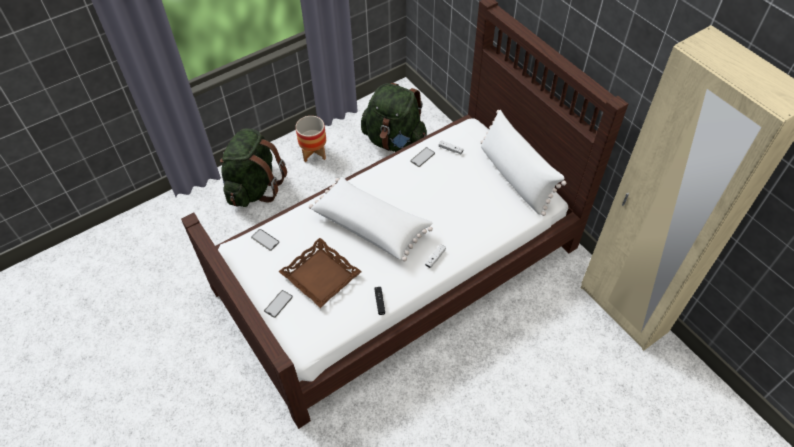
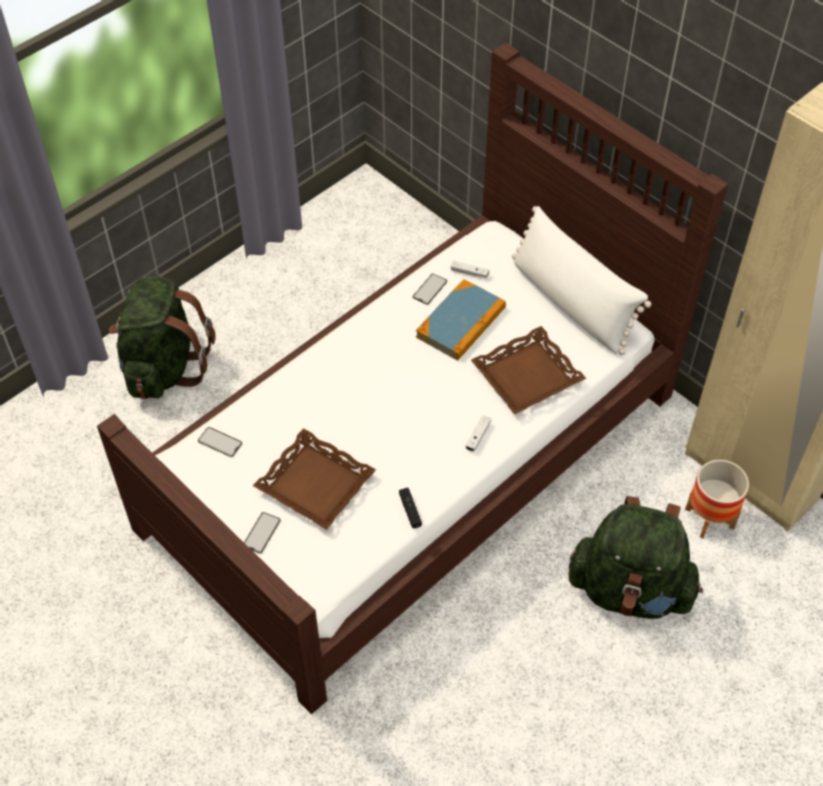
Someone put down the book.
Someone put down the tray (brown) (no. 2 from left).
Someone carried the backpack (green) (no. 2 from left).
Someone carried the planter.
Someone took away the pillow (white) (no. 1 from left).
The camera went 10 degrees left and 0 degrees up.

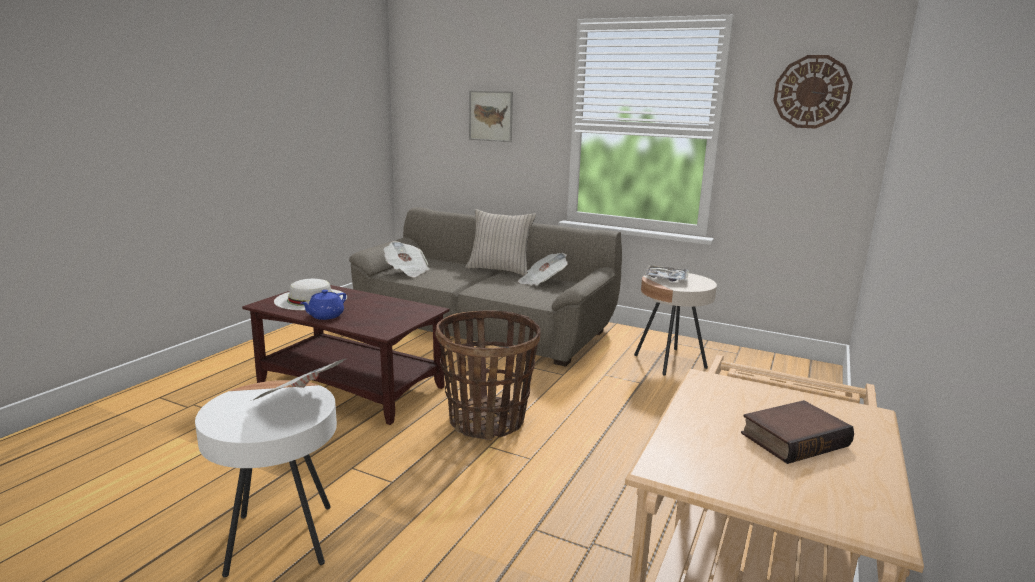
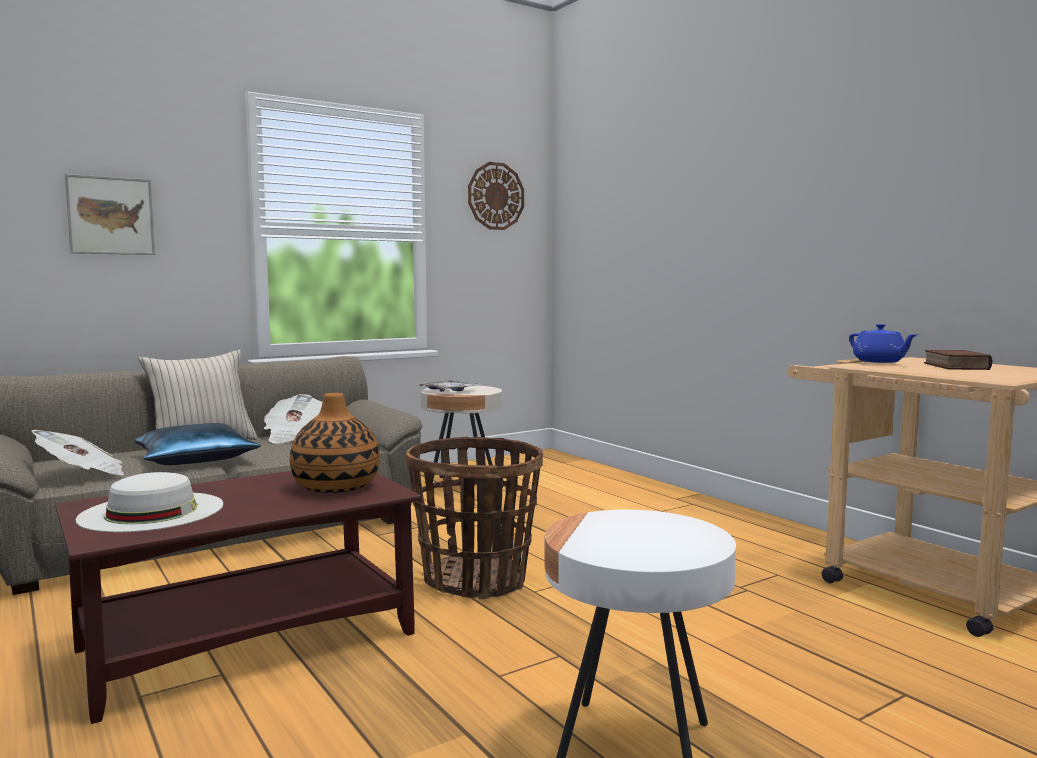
Someone put down the pillow (blue).
Someone put down the vase.
Someone carried the teapot (blue).
Someone took away the newspaper (no. 1 from left).
The camera went 60 degrees left and 10 degrees down.

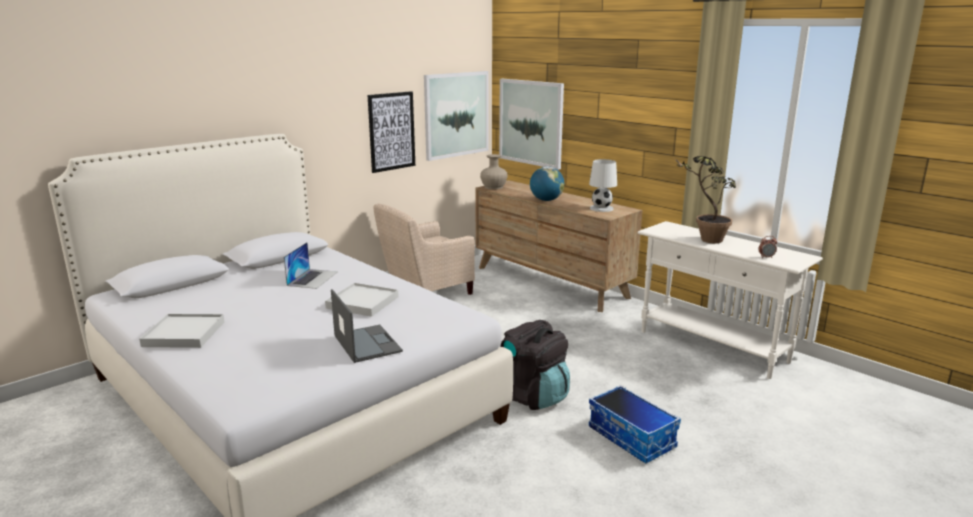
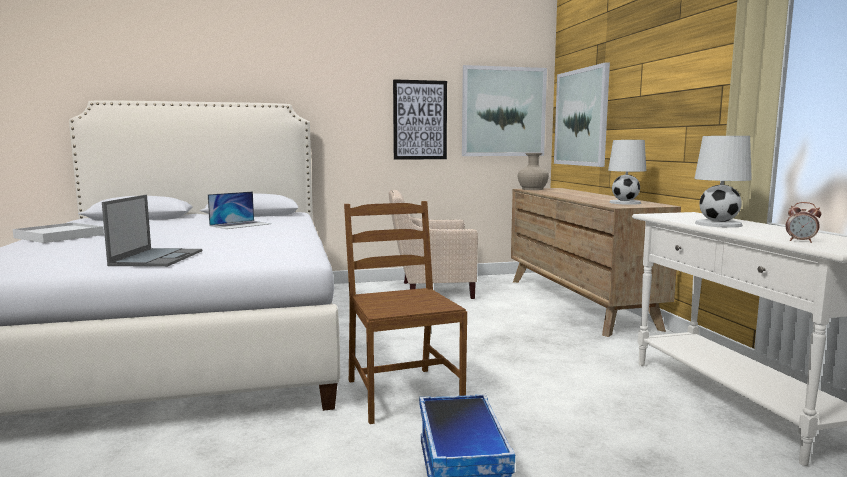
Someone swapped the backpack (black) for the chair (brown).
Someone swapped the potted plant for the table lamp (white) (no. 2 from left).
Someone took away the tray (white) (no. 2 from left).
Someone took away the globe.
The camera went 30 degrees right and 10 degrees down.

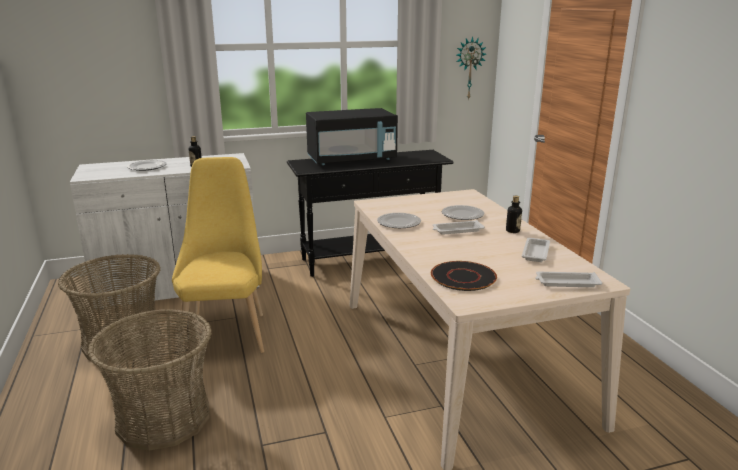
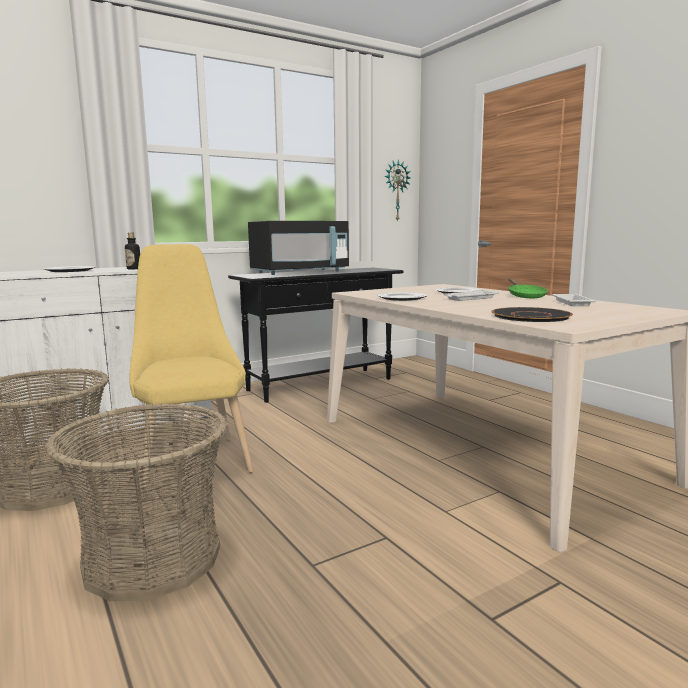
Someone swapped the bottle (no. 2 from left) for the frying pan (green).
Someone took away the tray (white) (no. 3 from left).
The camera went 15 degrees left and 10 degrees down.

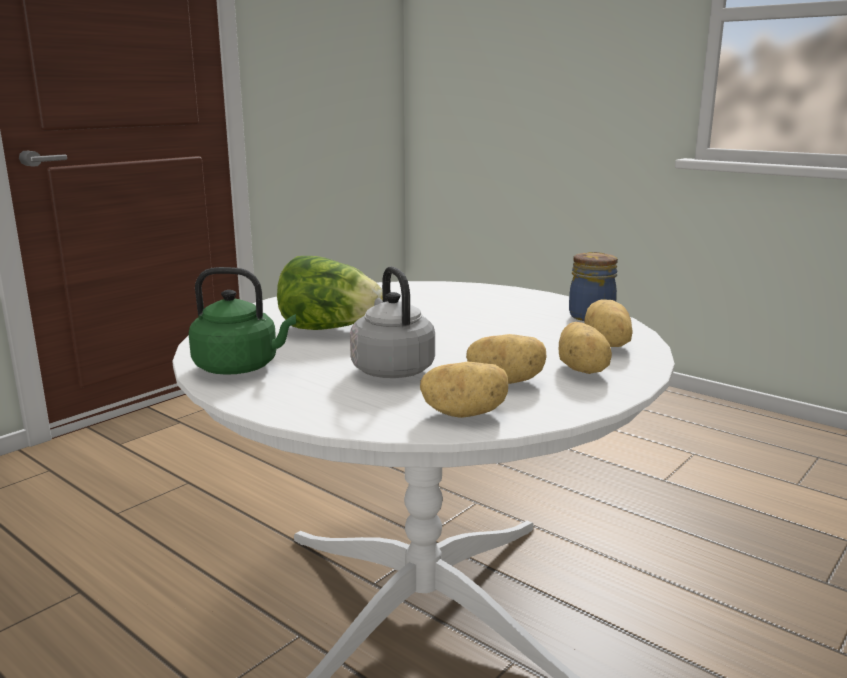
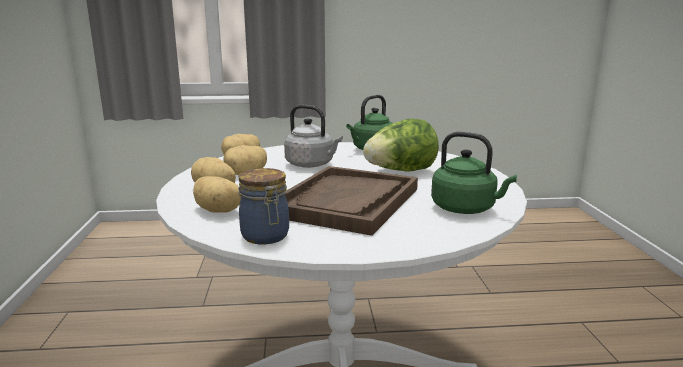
Someone put down the tray (brown).
Someone put down the kettle (green) (no. 2 from left).
The camera went 135 degrees right and 0 degrees up.

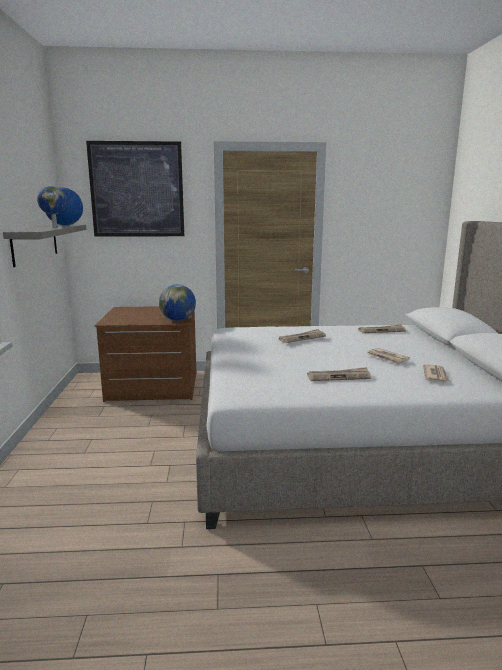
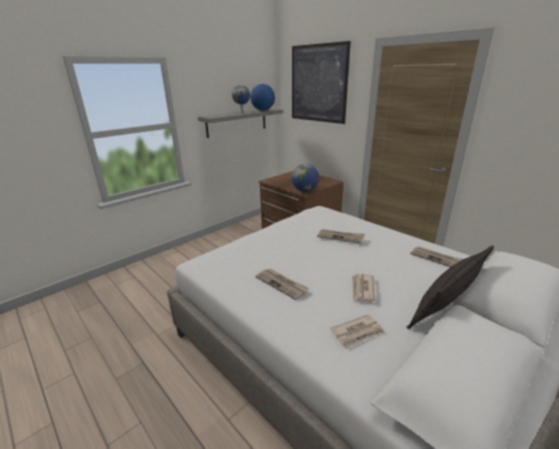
Someone put down the pillow.
The camera went 50 degrees right and 10 degrees up.

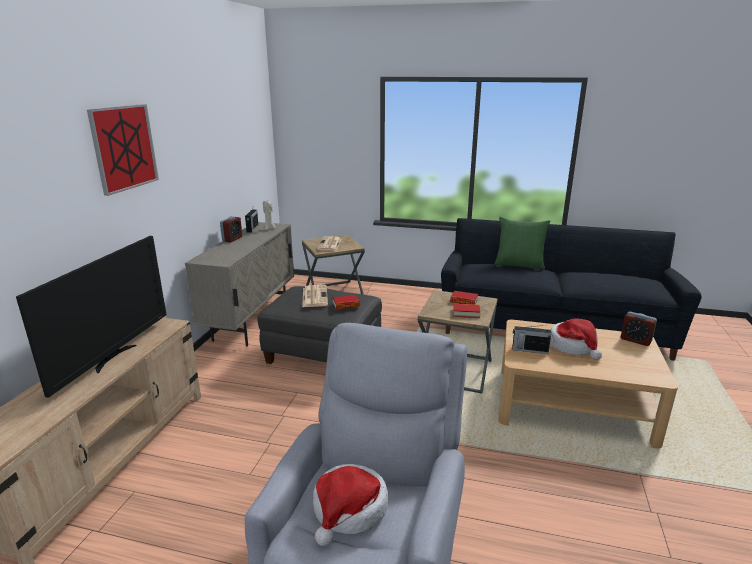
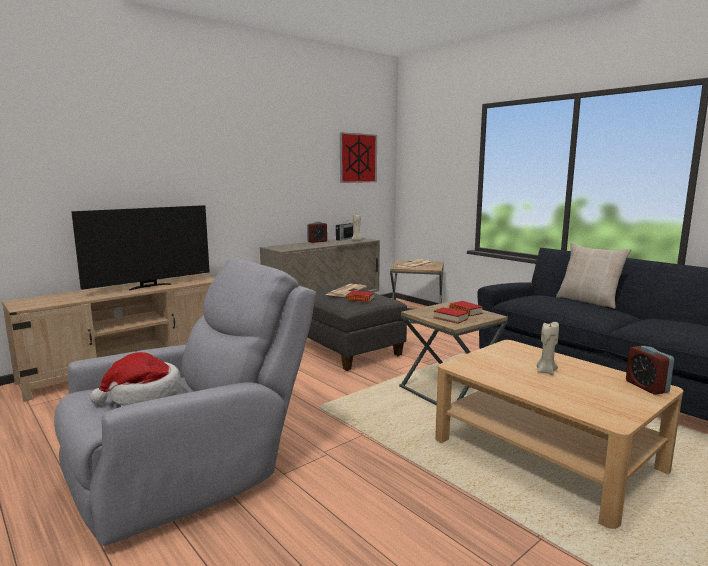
Someone carried the picture.
Someone swapped the hat (no. 2 from left) for the candle (beige) (no. 2 from left).
Someone repainted the pillow (green), which became the pillow (beige).
Someone took away the radio (no. 2 from left).
The camera went 35 degrees right and 10 degrees down.

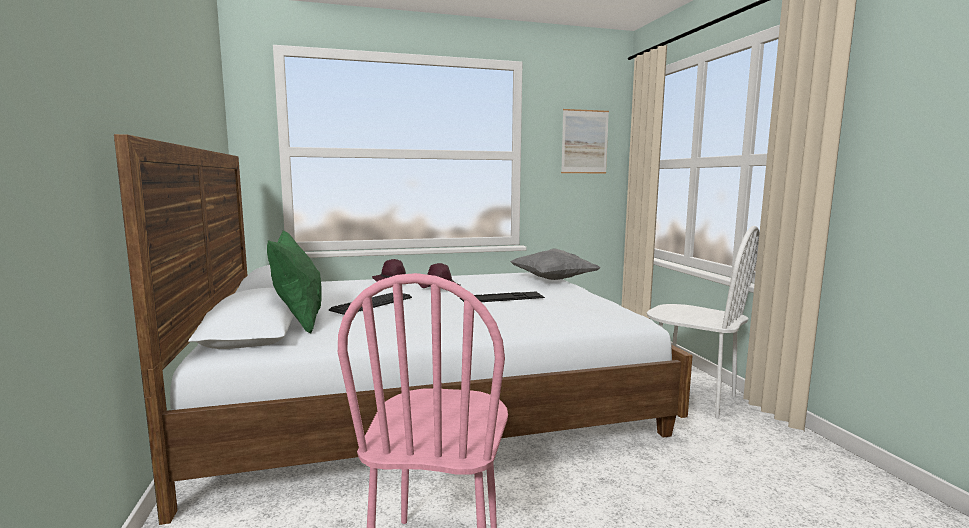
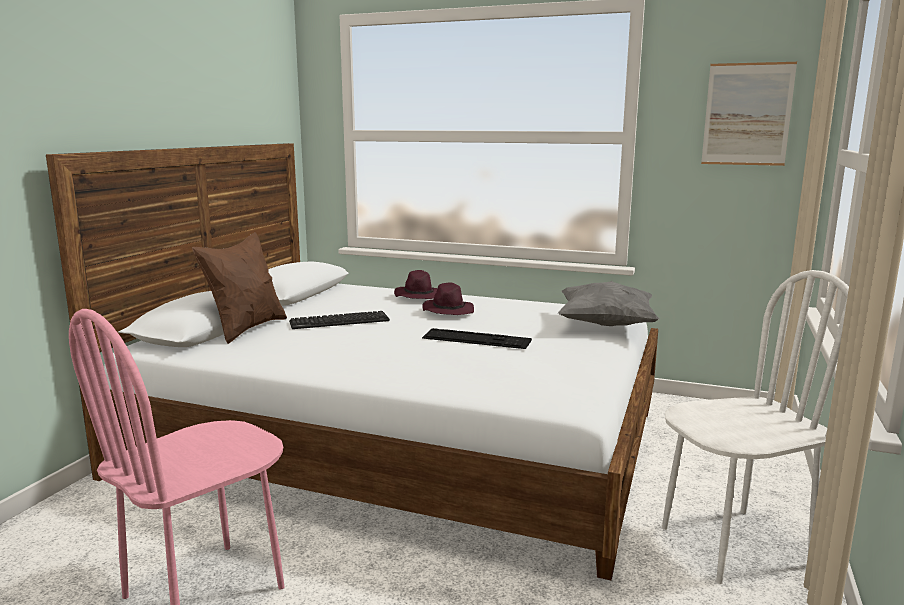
Someone repainted the pillow (green), which became the pillow (brown).
Someone rotated the chair (white) by 90 degrees counterclockwise.
The camera went 35 degrees right and 5 degrees up.

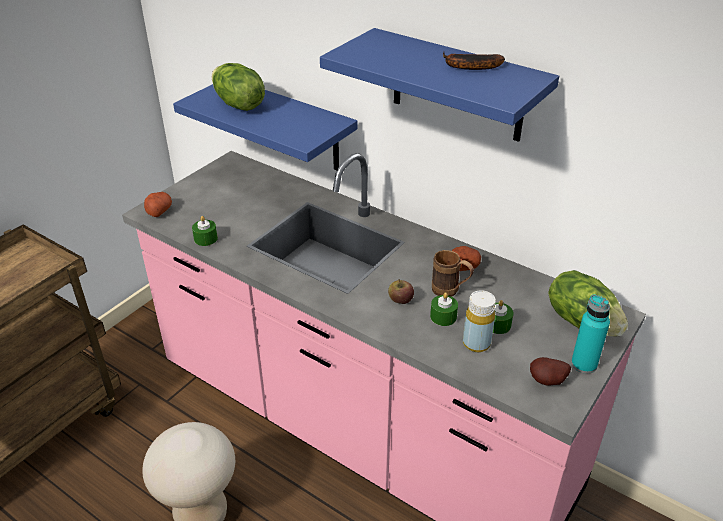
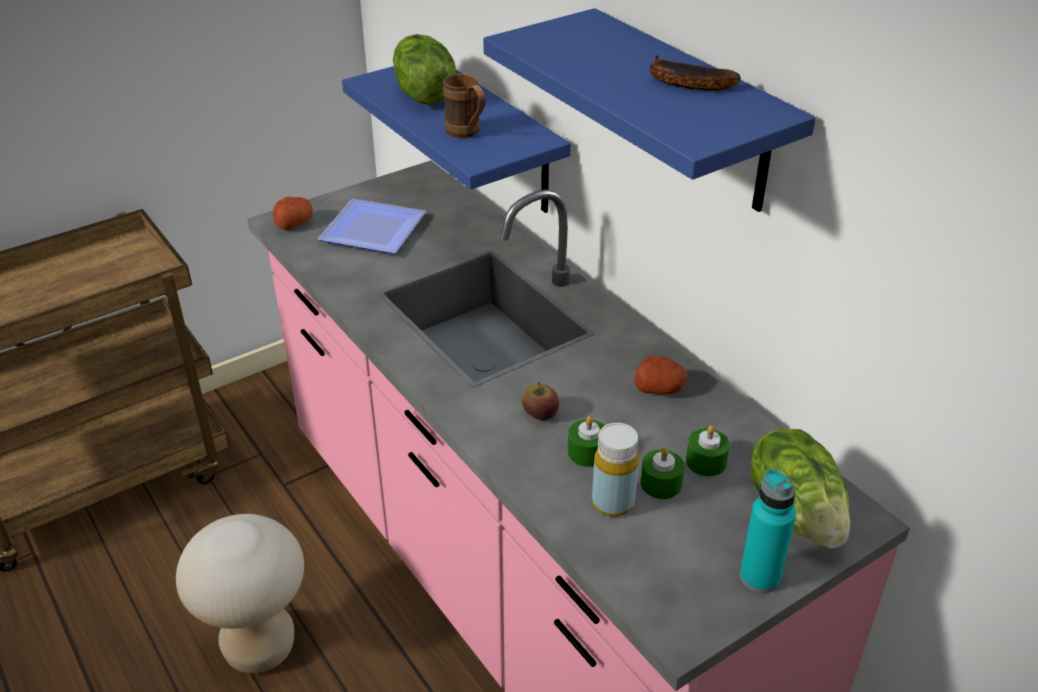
Someone put down the plate.
Someone carried the mug (brown).
Someone carried the candle (green) (no. 1 from left in the first image).
Someone took away the potato (no. 3 from left).
The camera went 20 degrees right and 0 degrees up.

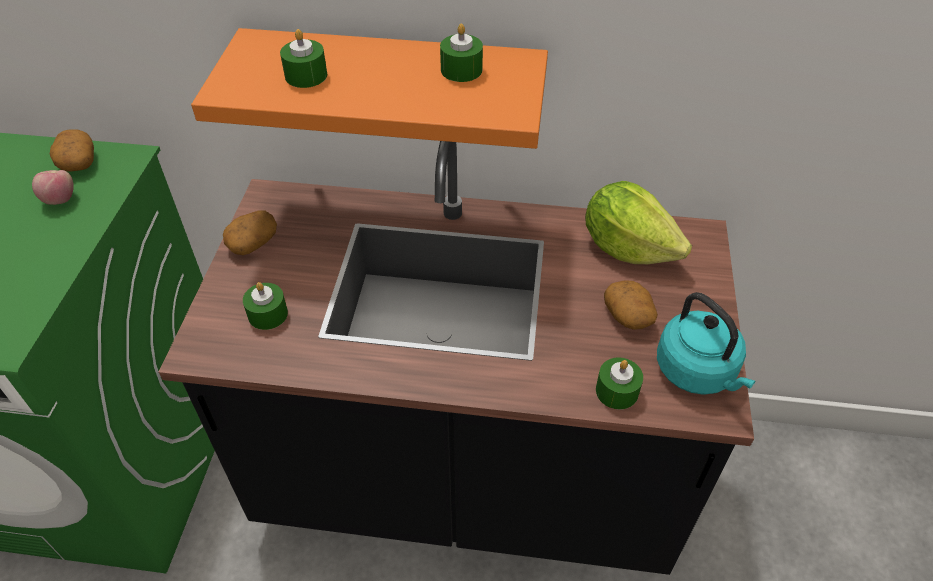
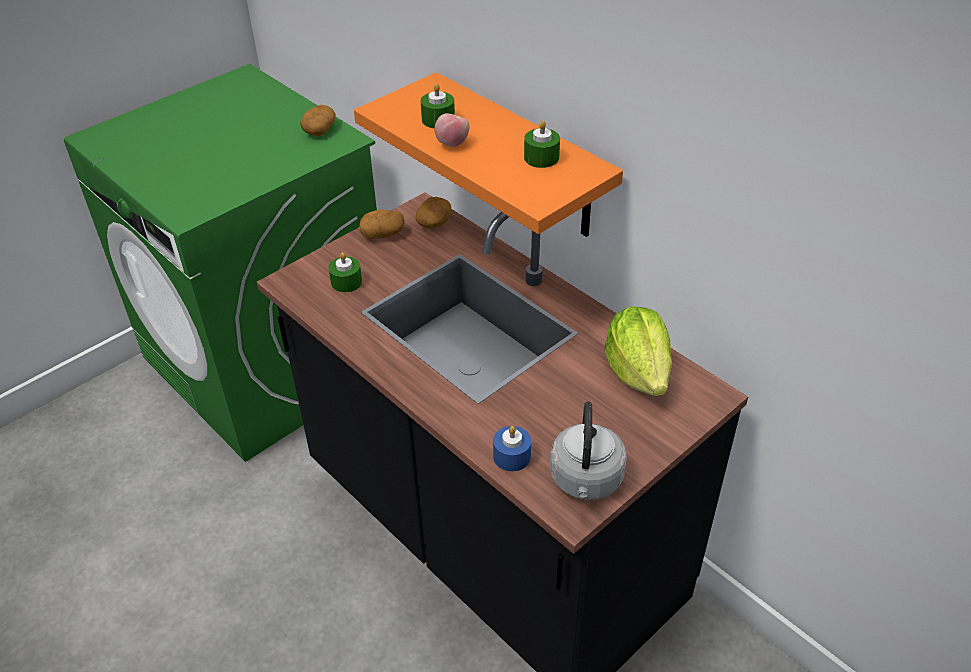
Someone carried the potato (no. 3 from left).
Someone carried the apple.
Someone repainted the candle (green) (no. 4 from left), which became the candle (blue).
Someone repainted the kettle (turquoise), which became the kettle (grey).
The camera went 40 degrees right and 5 degrees down.

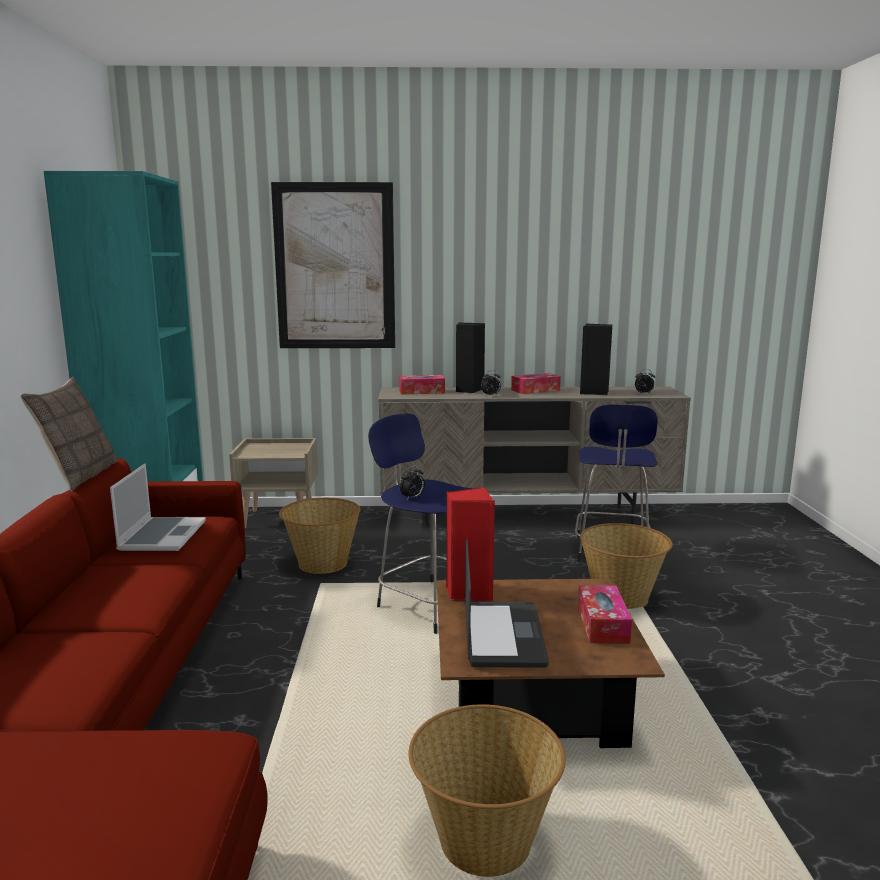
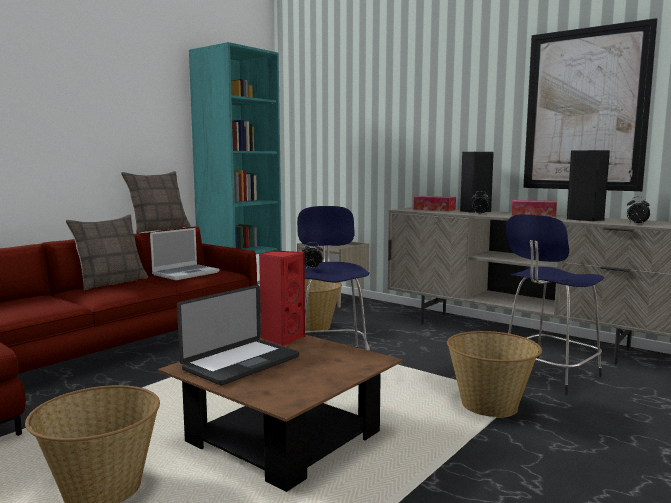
Someone put down the pillow (no. 1 from left).
Someone carried the picture.
Someone took away the tissue box (no. 3 from left).
The camera went 40 degrees right and 5 degrees down.

